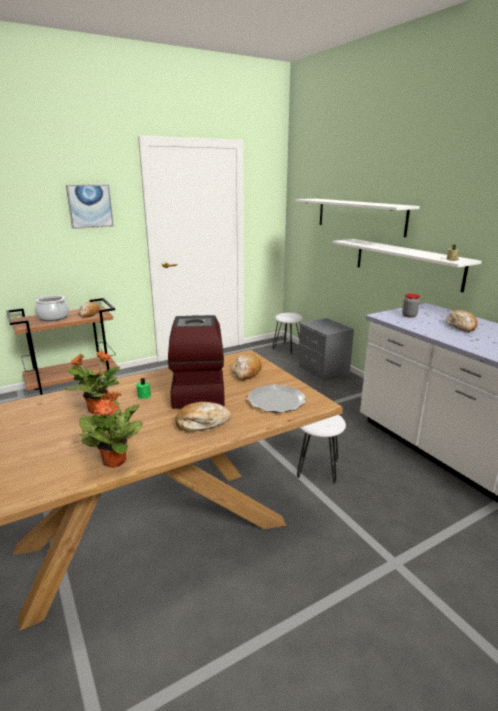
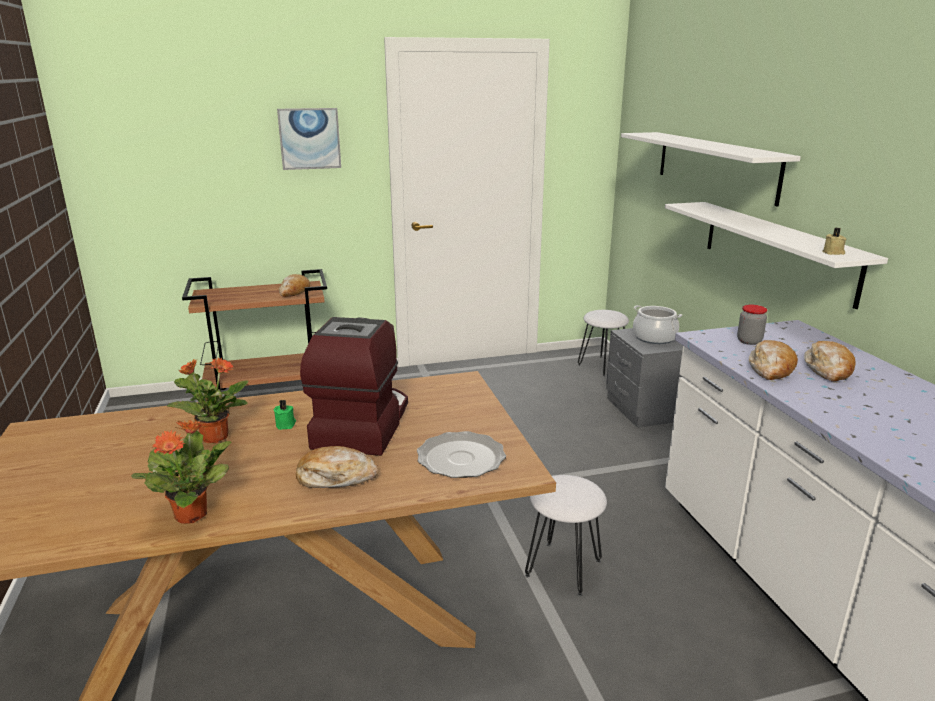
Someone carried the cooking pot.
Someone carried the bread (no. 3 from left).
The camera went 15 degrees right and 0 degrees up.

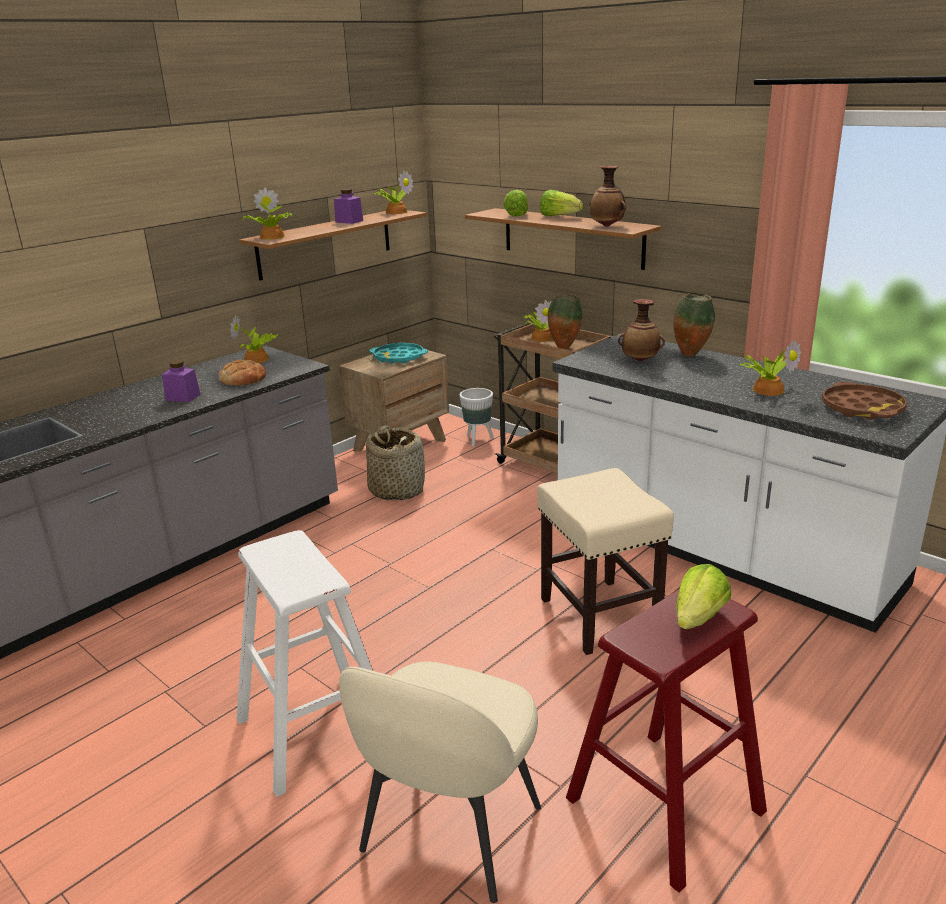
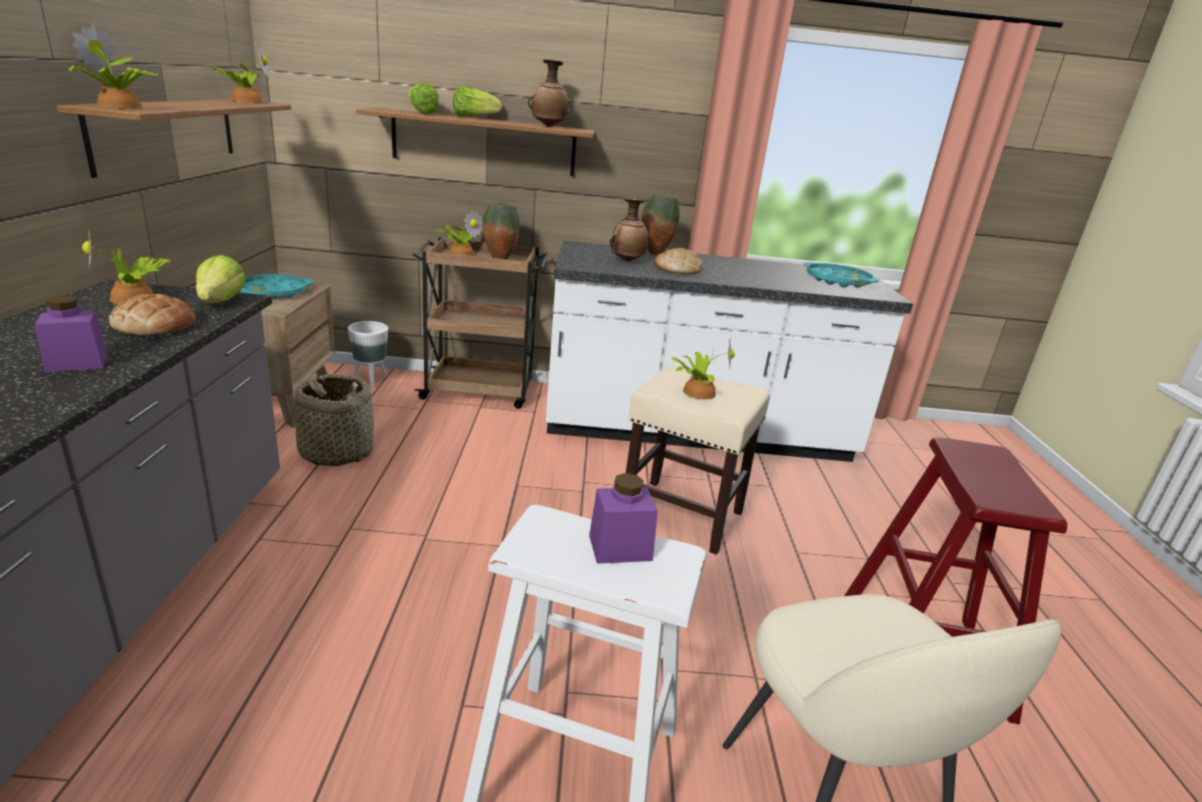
Someone carried the lettuce (no. 3 from left in the first image).
Someone carried the jar (purple) (no. 2 from left).
Someone put down the bread (no. 2 from left).
Someone carried the potted plant (no. 5 from left).
Someone repainted the tray (brown), which became the tray (turquoise) (no. 2 from left).
The camera went 45 degrees left and 0 degrees up.

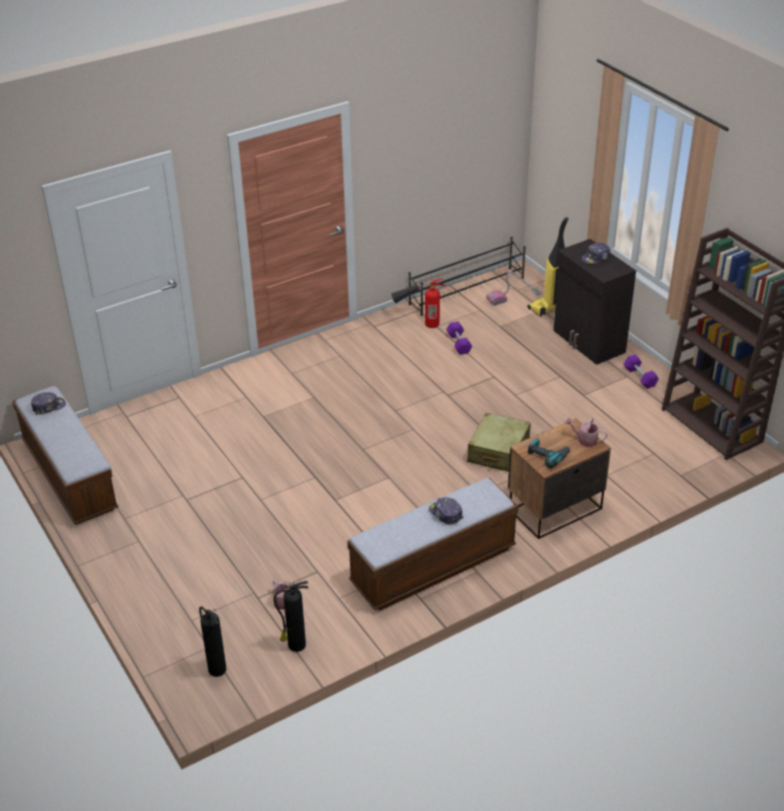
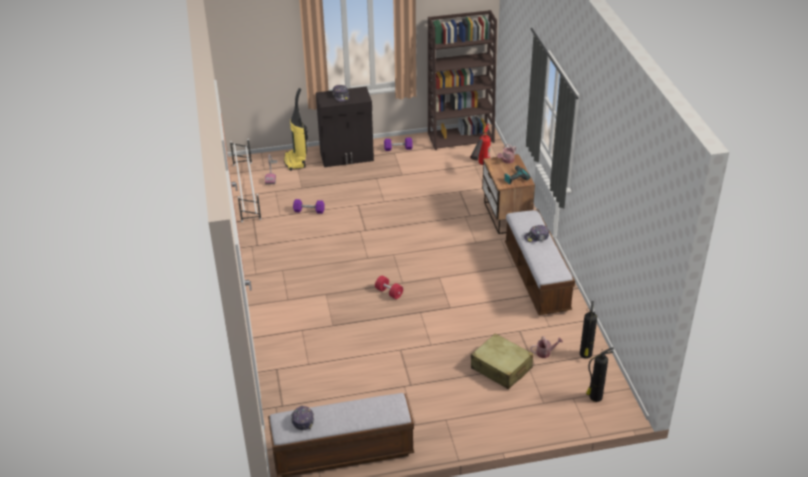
Someone repainted the shoe rack (black), which became the shoe rack (white).
Someone put down the dumbbell (red).
Someone carried the fire extinguisher (no. 3 from left in the first image).
Someone carried the suitcase (beige).
The camera went 70 degrees left and 0 degrees up.

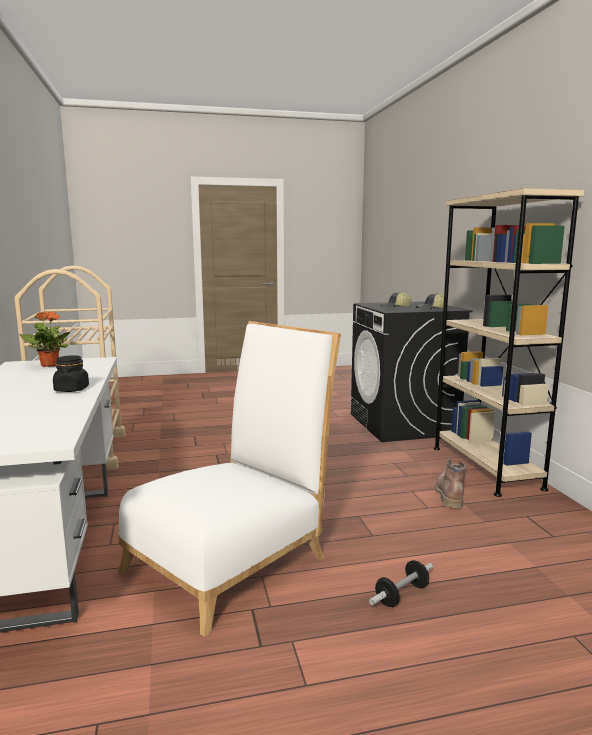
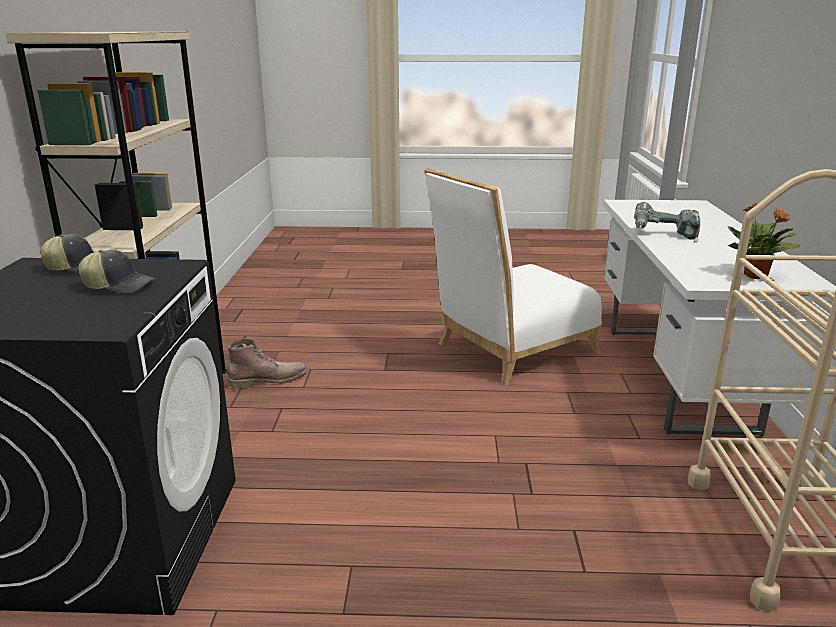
Someone rotated the boot (brown) by 135 degrees counterclockwise.
Someone swapped the jar (black) for the power drill.
Someone took away the dumbbell.
The camera went 165 degrees left and 10 degrees up.

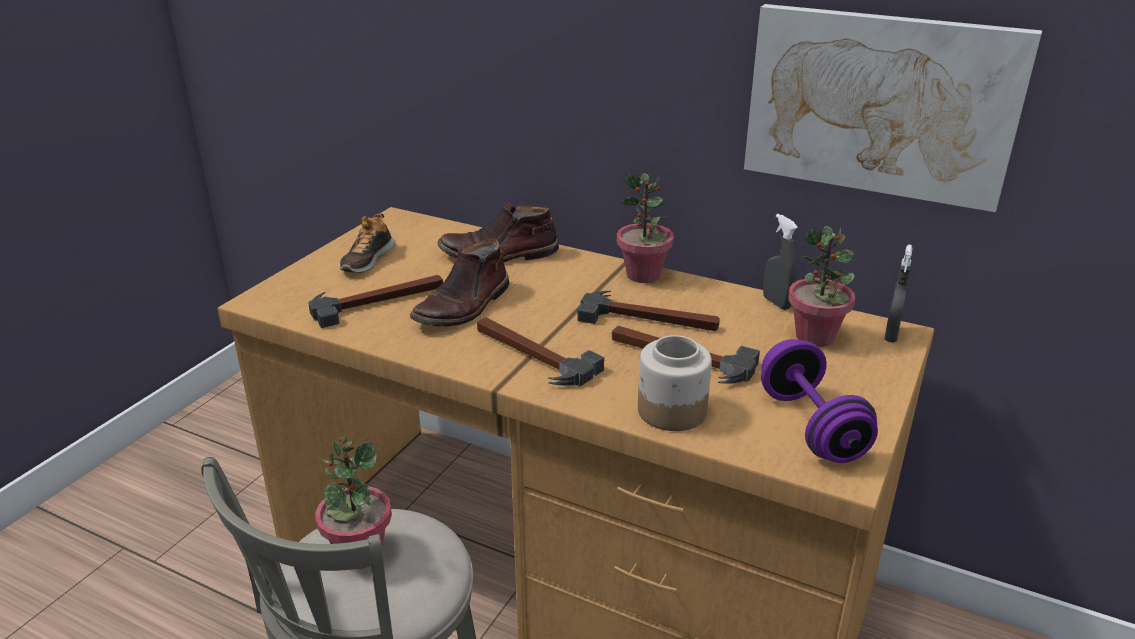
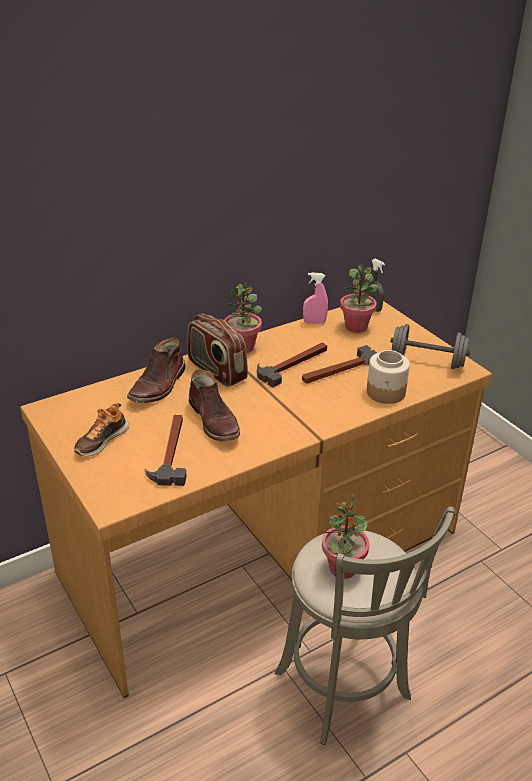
Someone rotated the shoe by 75 degrees clockwise.
Someone put down the radio.
Someone repainted the spray bottle (grey) (no. 1 from left), which became the spray bottle (pink).
Someone repainted the dumbbell (purple), which became the dumbbell (grey).
Someone took away the hammer (no. 2 from left).
Someone took away the picture.
The camera went 60 degrees left and 5 degrees up.

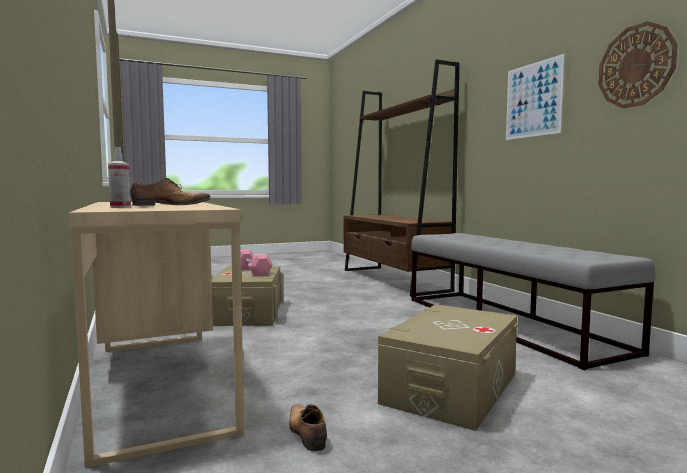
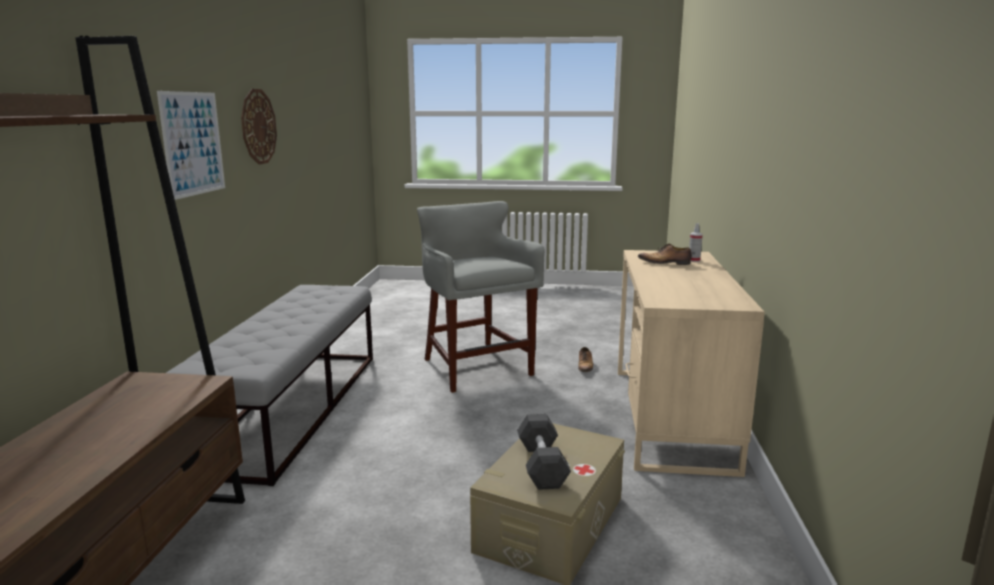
Someone swapped the storage box (beige) (no. 2 from left) for the stool (grey).
Someone repainted the dumbbell (pink), which became the dumbbell (black).
The camera went 150 degrees left and 10 degrees up.

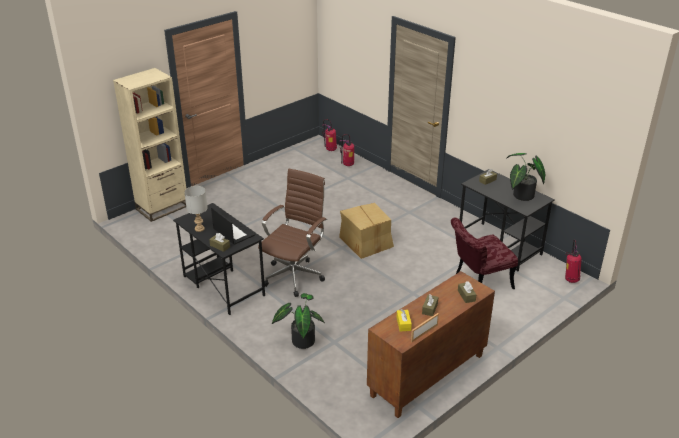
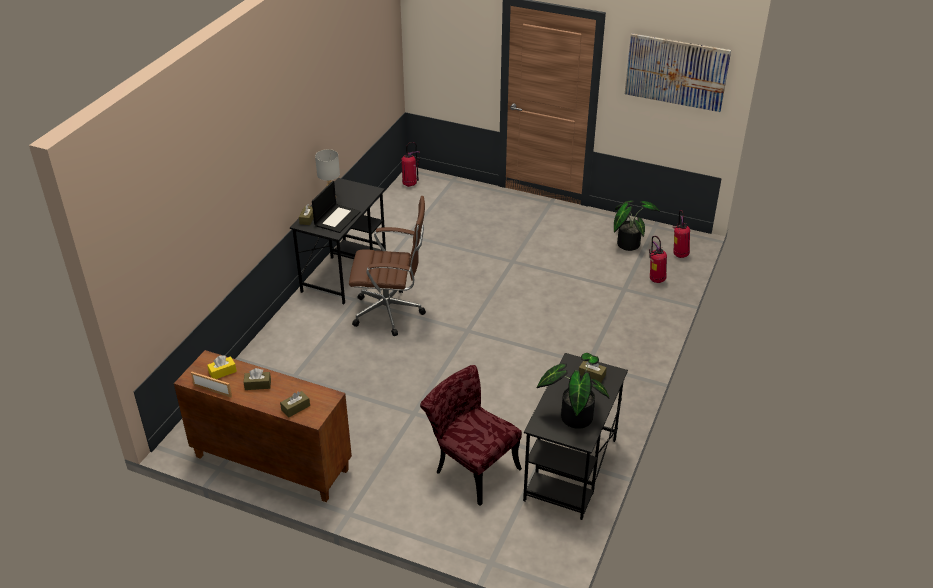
Someone carried the fire extinguisher (no. 3 from left in the first image).
Someone carried the potted plant (no. 1 from left in the first image).
Someone put up the picture.
Someone took away the bookcase (beige).
Someone took away the cardboard box.
The camera went 65 degrees right and 5 degrees up.

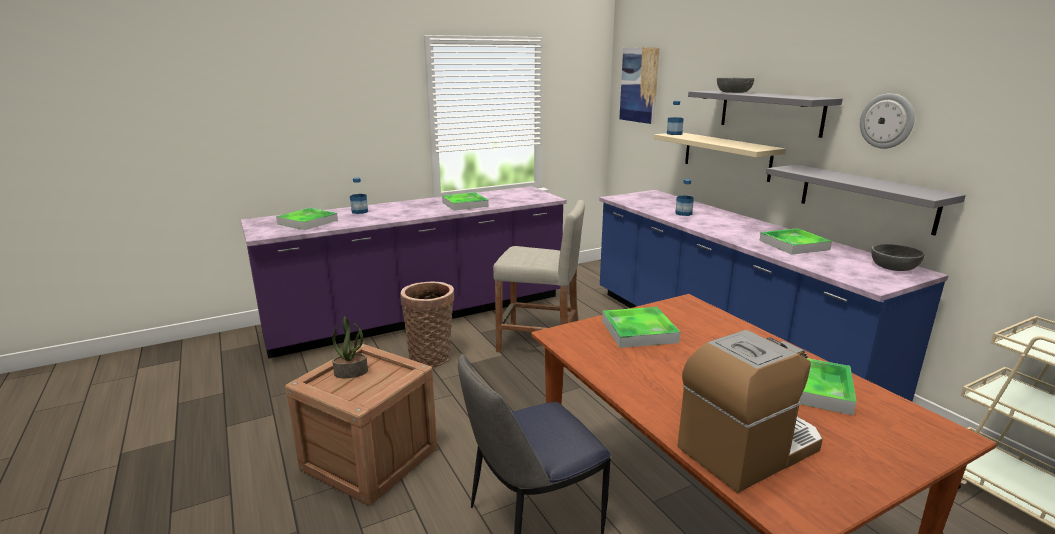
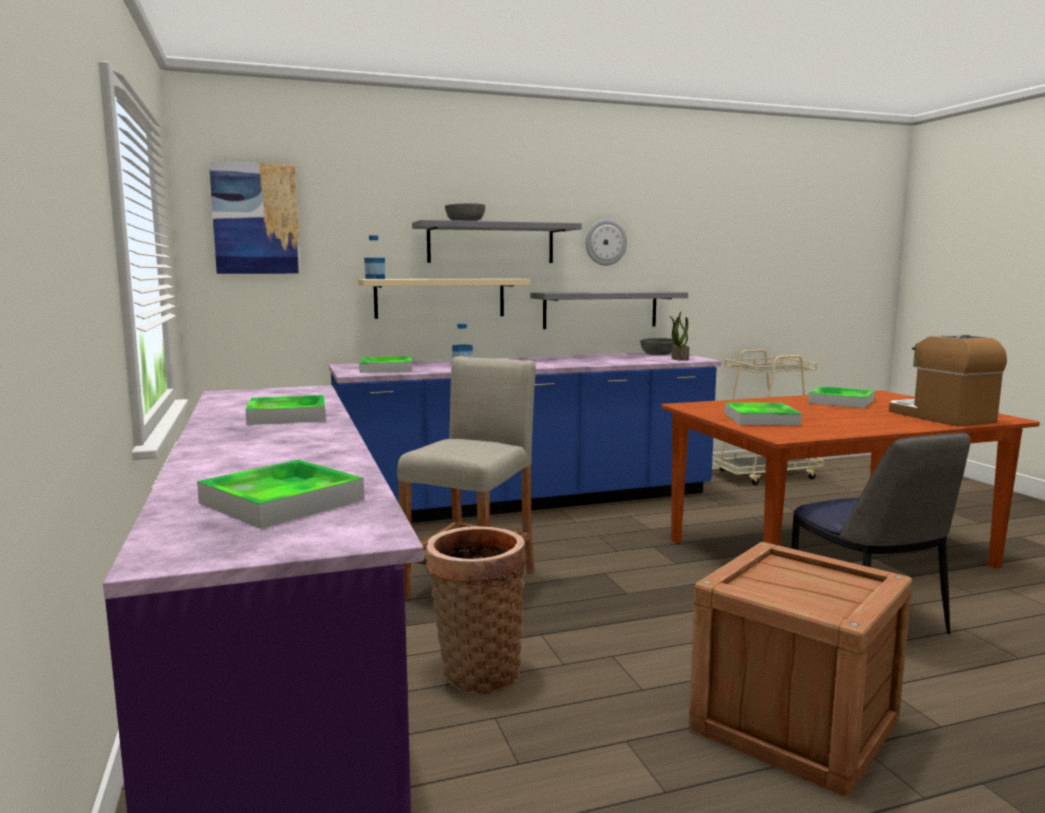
Someone carried the tray (no. 4 from left in the first image).
Someone carried the potted plant.
Someone took away the bottle (no. 1 from left).
The camera went 80 degrees left and 10 degrees down.

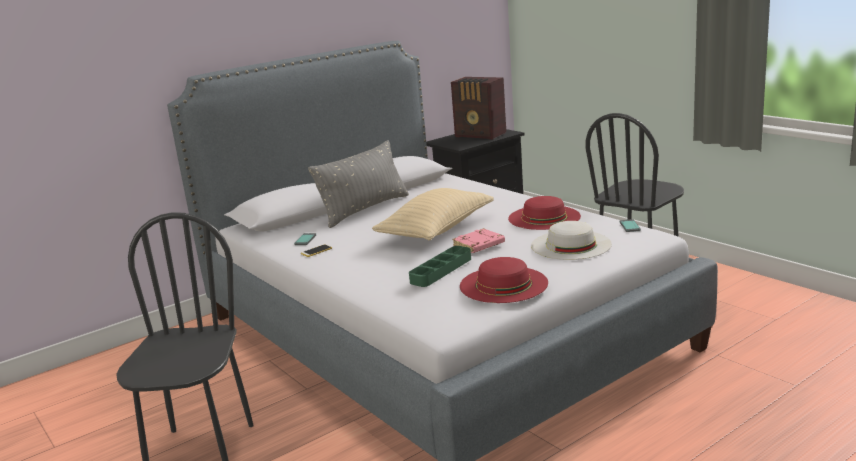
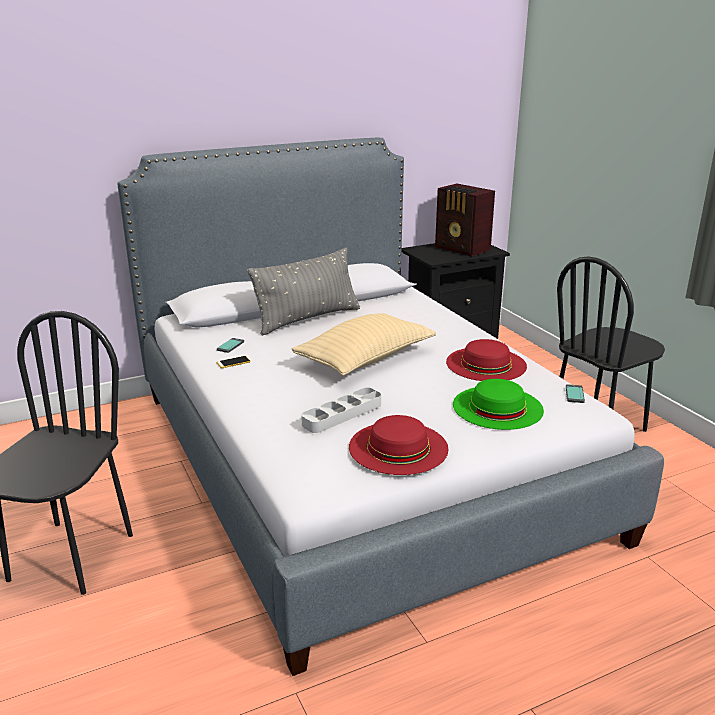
Someone repainted the tray (green), which became the tray (grey).
Someone repainted the hat (white), which became the hat (green).
Someone took away the book (pink).
The camera went 10 degrees right and 5 degrees up.

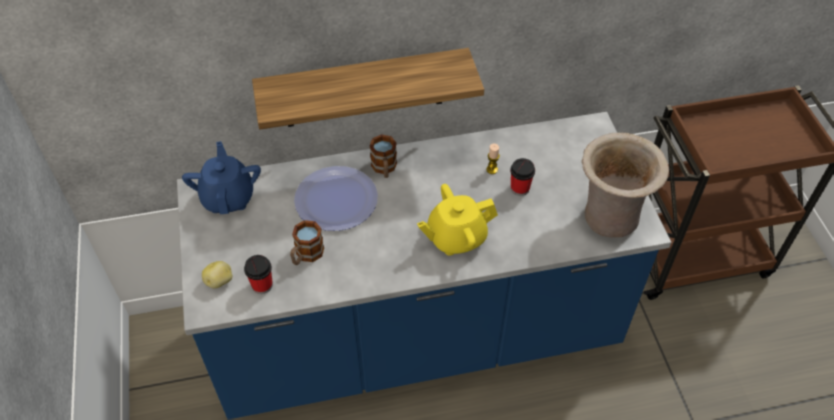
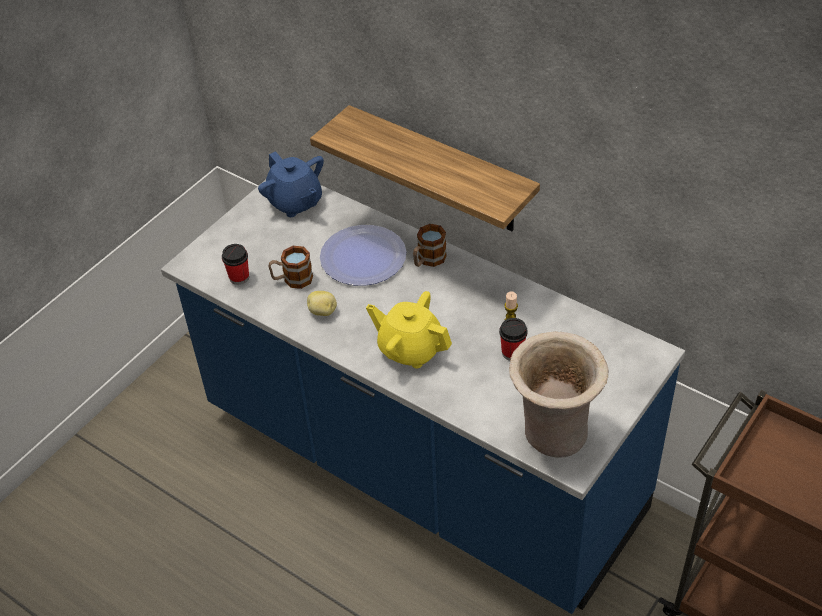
Someone rotated the teapot (blue) by 105 degrees clockwise.
Someone carried the potato.
The camera went 50 degrees right and 5 degrees down.

